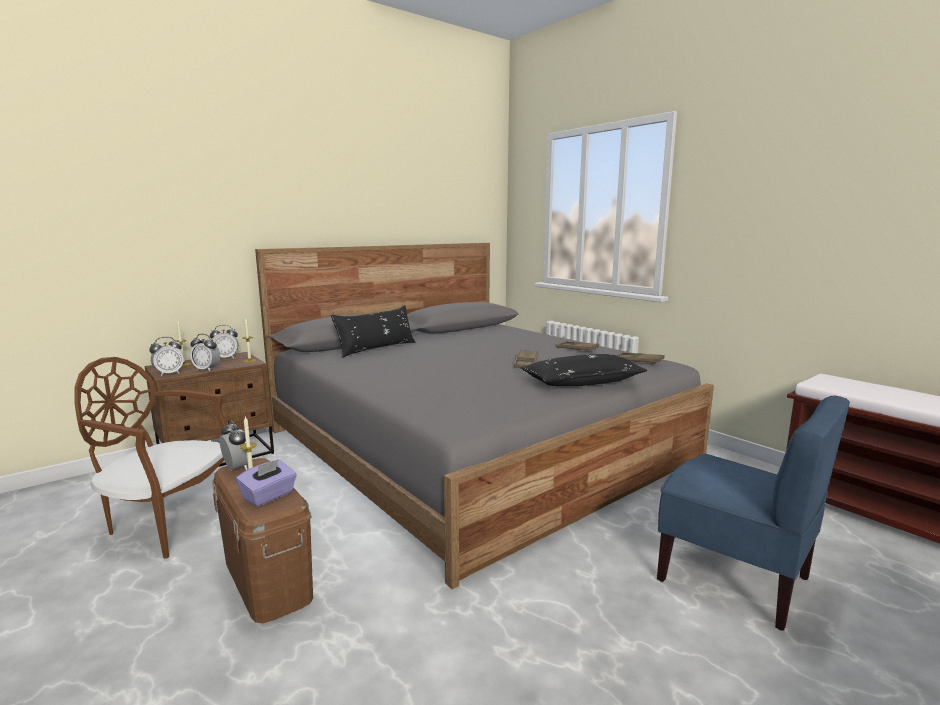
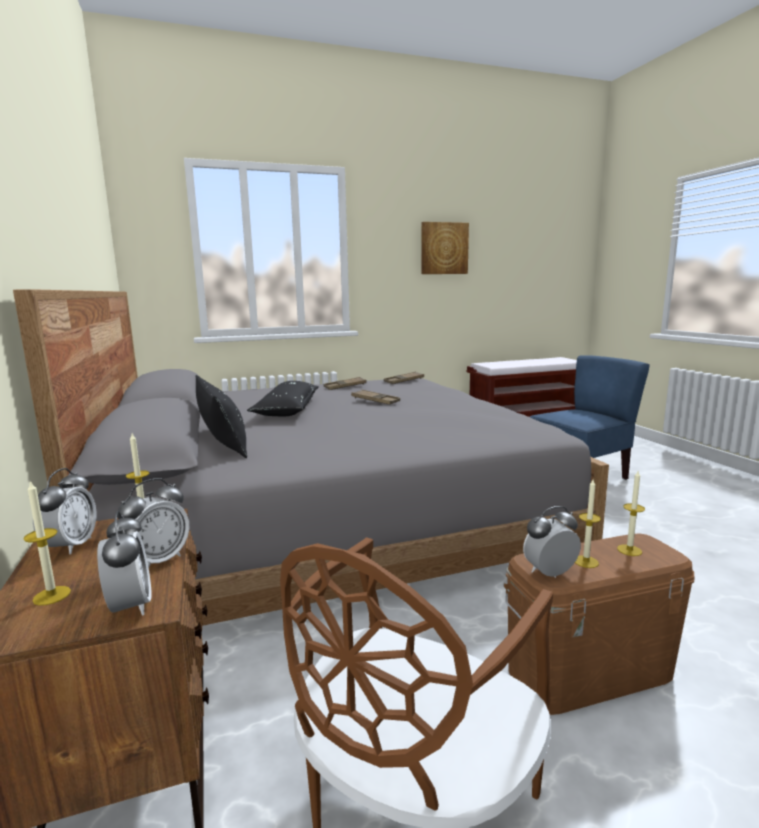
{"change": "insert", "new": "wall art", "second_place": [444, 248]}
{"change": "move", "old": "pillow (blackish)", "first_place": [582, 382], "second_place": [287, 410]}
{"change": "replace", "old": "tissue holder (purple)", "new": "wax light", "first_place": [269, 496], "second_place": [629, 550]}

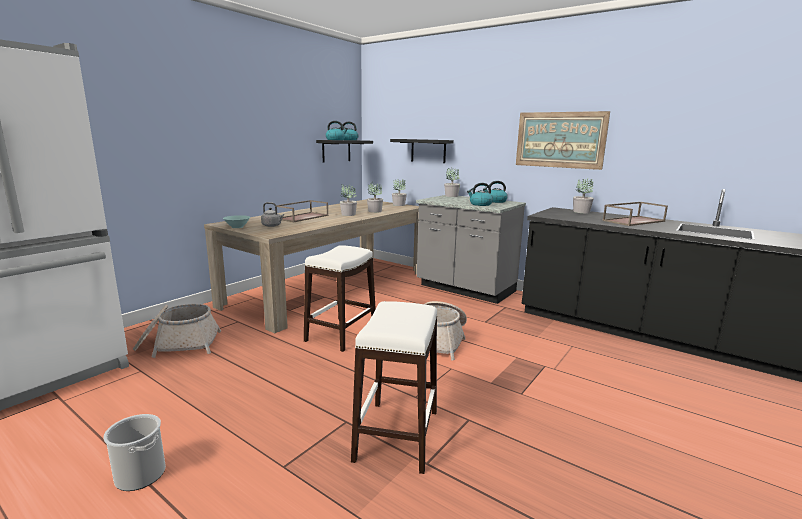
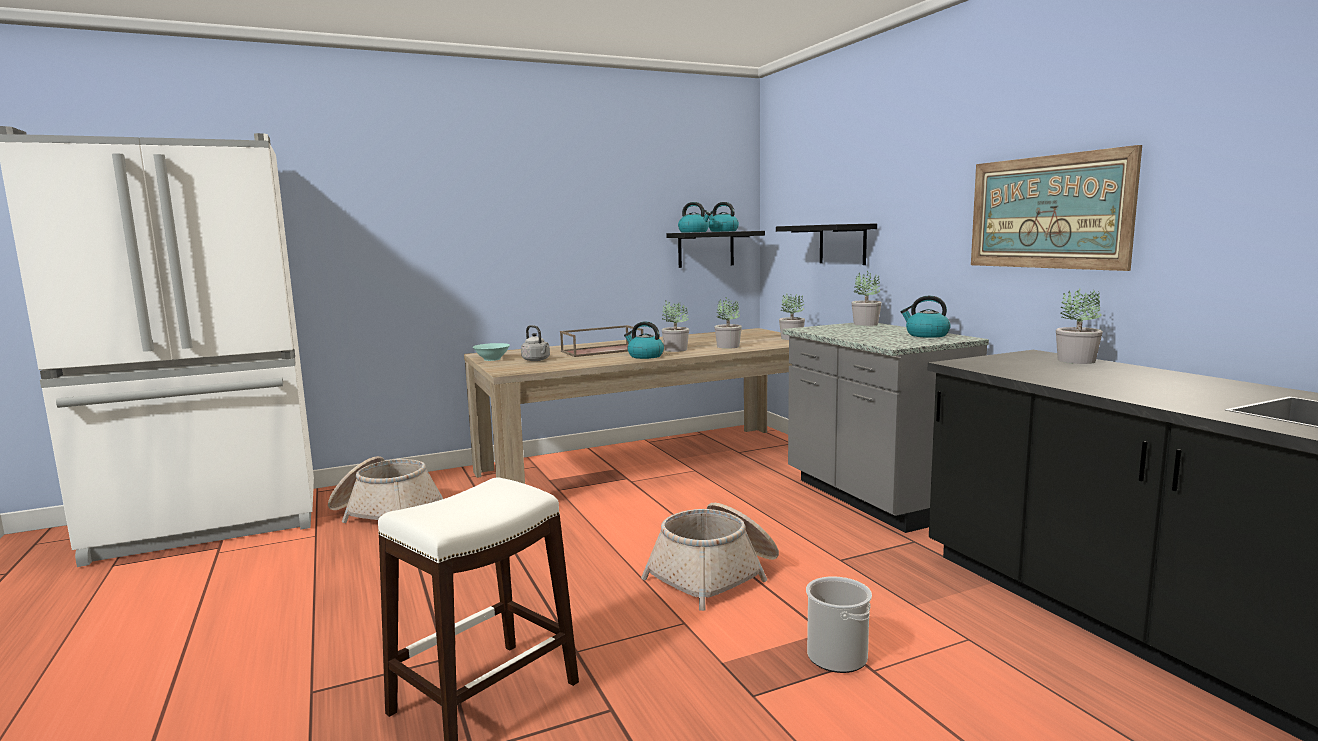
{"change": "delete", "old": "sitting stool (whitish)", "first_place": [342, 334]}
{"change": "delete", "old": "carrying tray (brown)", "first_place": [633, 221]}
{"change": "move", "old": "bucket", "first_place": [140, 475], "second_place": [836, 657]}
{"change": "move", "old": "water kettle", "first_place": [480, 204], "second_place": [645, 356]}

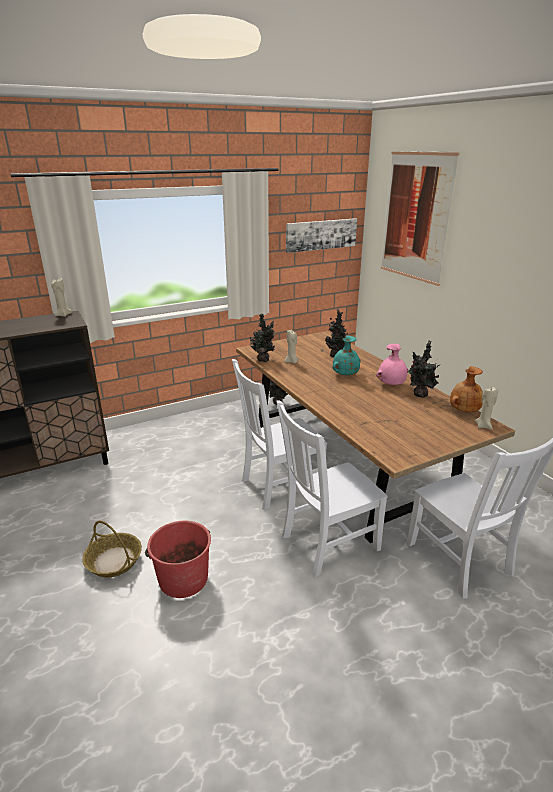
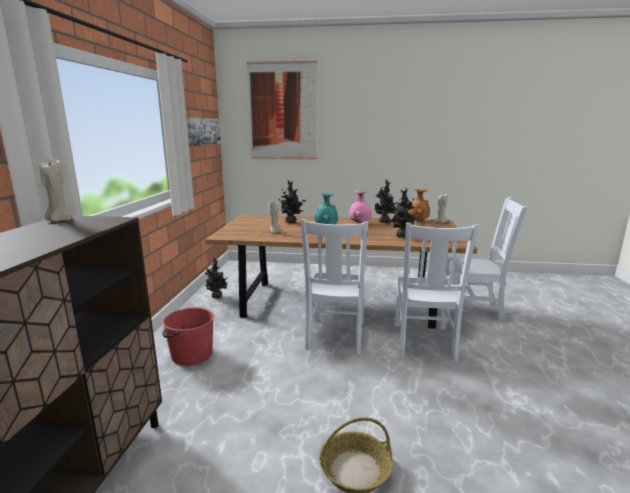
{"change": "move", "old": "bucket (red-coloured)", "first_place": [183, 578], "second_place": [191, 355]}
{"change": "move", "old": "plant in a pot", "first_place": [263, 359], "second_place": [401, 236]}

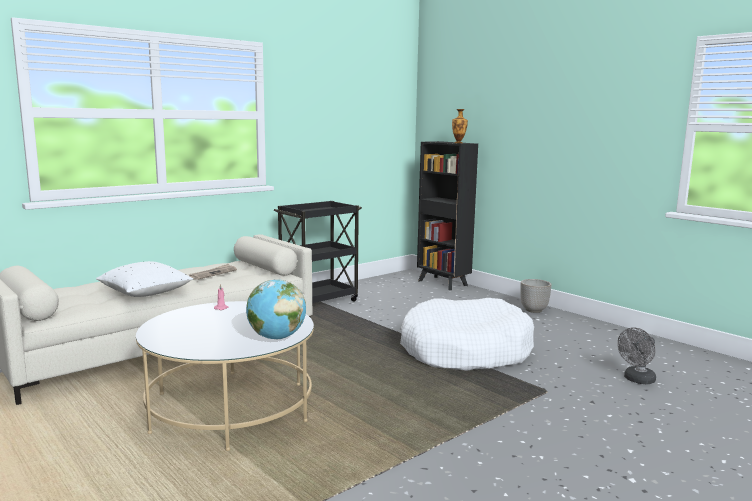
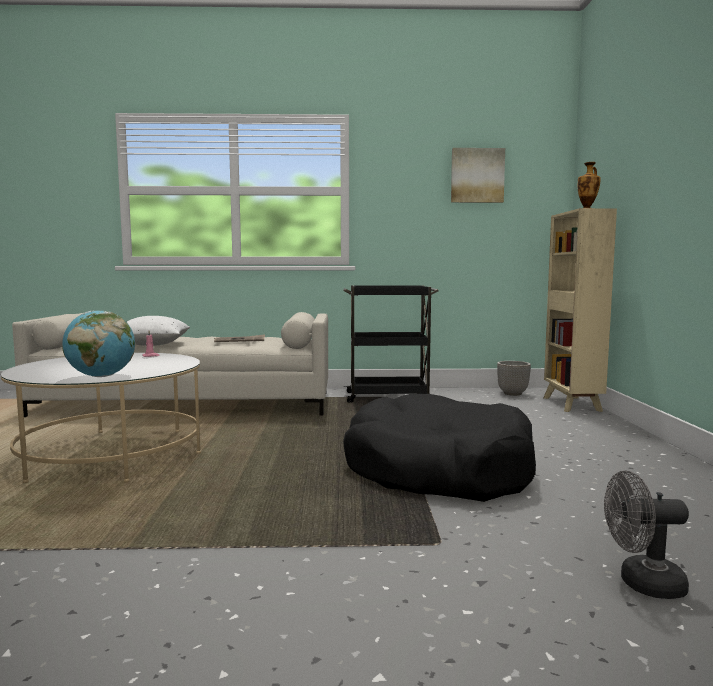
{"change": "insert", "new": "wall art", "second_place": [477, 175]}
{"change": "move", "old": "planter", "first_place": [534, 310], "second_place": [513, 394]}
{"change": "recolor", "old": "dog cushion (whitish)", "new": "dog cushion (blackish)", "first_place": [465, 351], "second_place": [437, 470]}
{"change": "recolor", "old": "bookshelf (blackish)", "new": "bookshelf (beige)", "first_place": [443, 283], "second_place": [572, 404]}

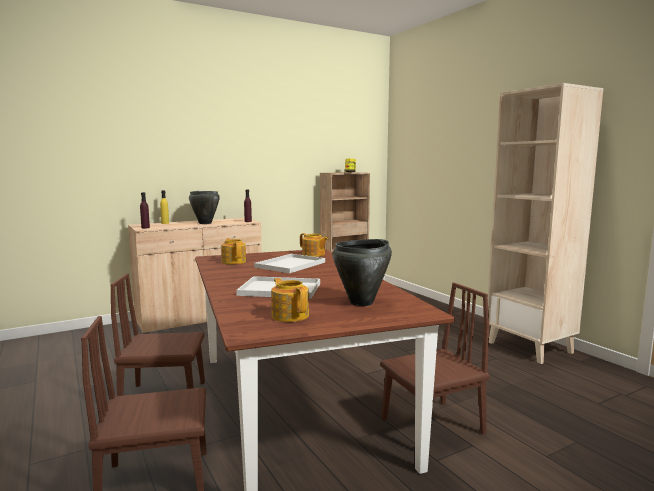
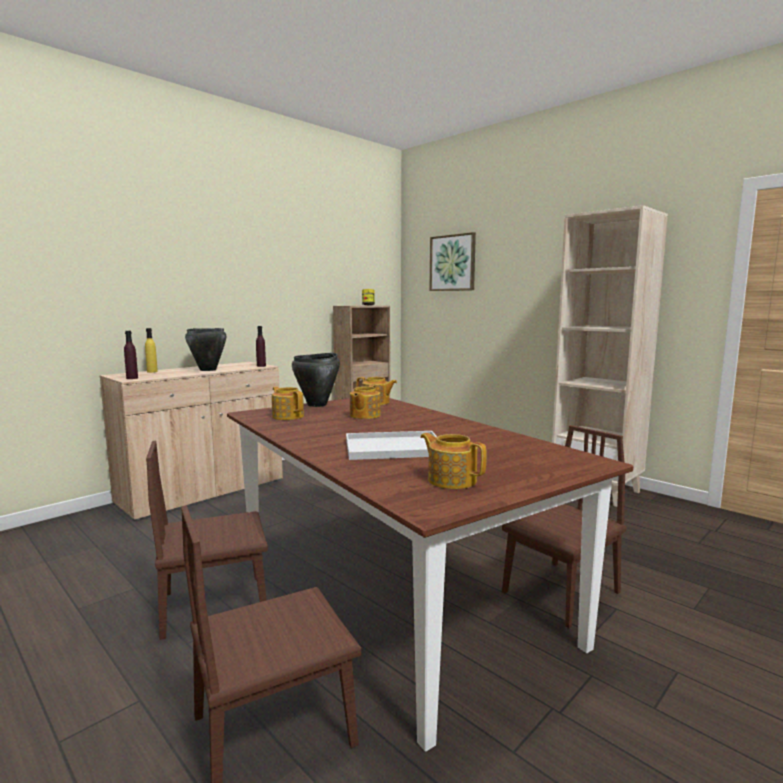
{"change": "insert", "new": "wall art", "second_place": [452, 263]}
{"change": "move", "old": "saucepot (blackish)", "first_place": [362, 303], "second_place": [317, 405]}
{"change": "replace", "old": "carrying tray (whitish)", "new": "pot for tea", "first_place": [290, 264], "second_place": [364, 415]}

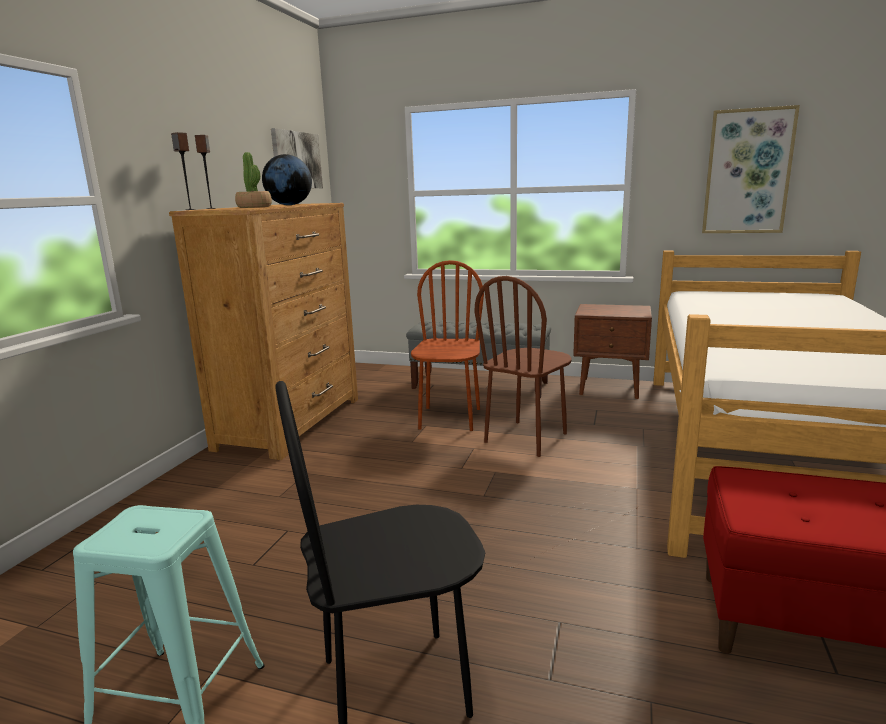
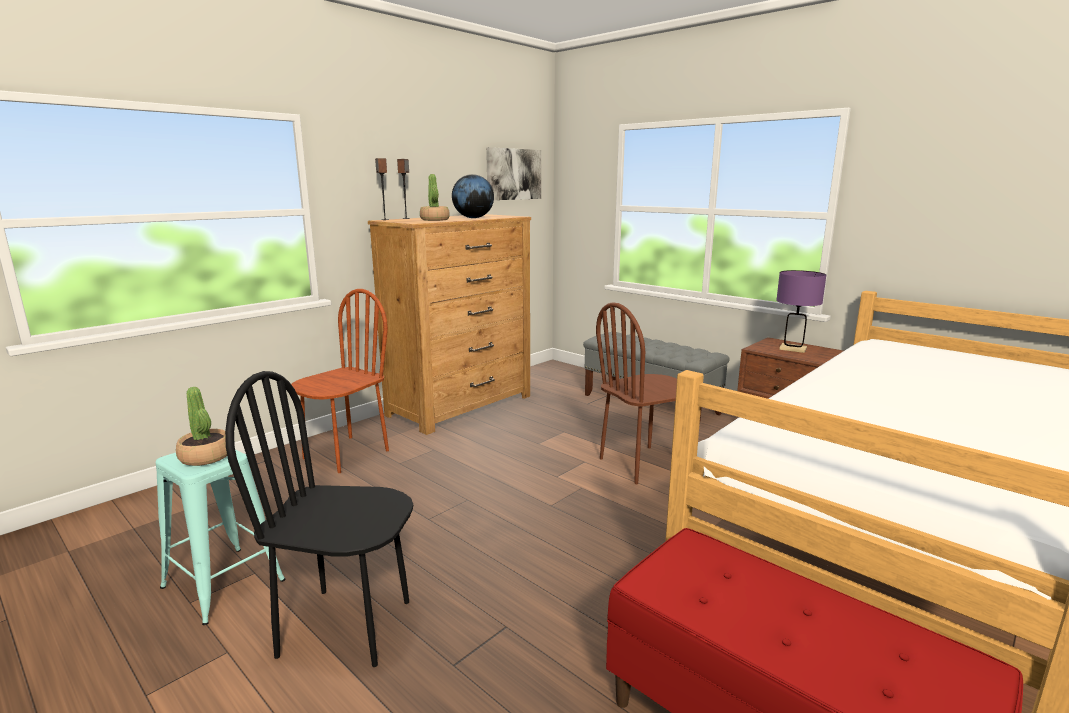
{"change": "delete", "old": "wall art", "first_place": [747, 172]}
{"change": "insert", "new": "plant in a pot", "second_place": [206, 457]}
{"change": "insert", "new": "lamp for a table (purple)", "second_place": [792, 349]}
{"change": "move", "old": "plain chair (brown)", "first_place": [449, 418], "second_place": [346, 454]}

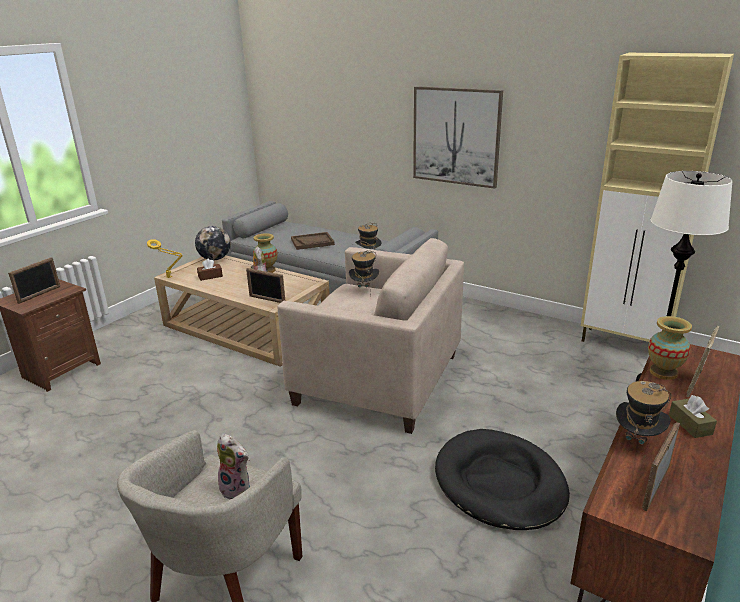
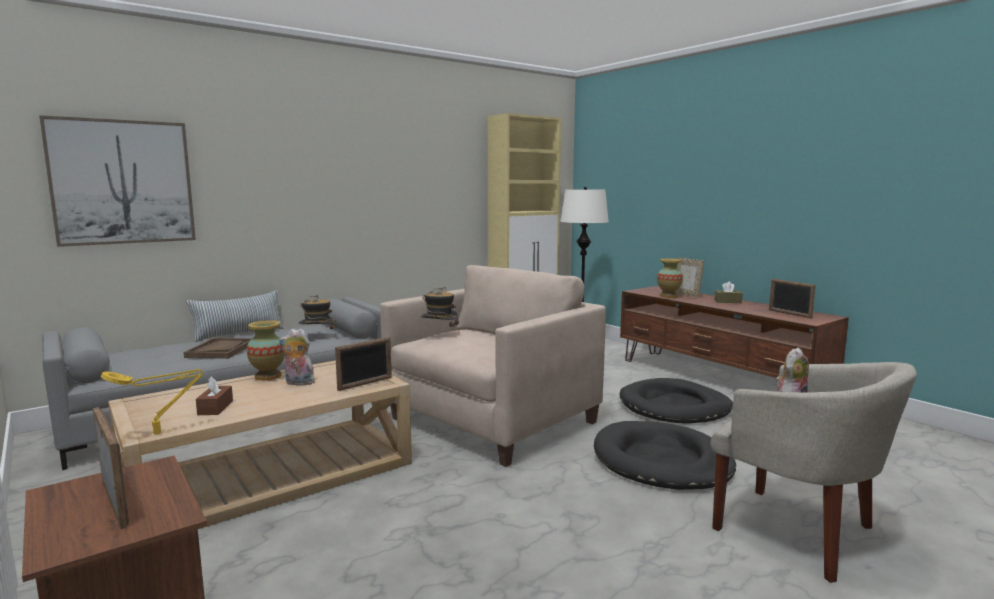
{"change": "delete", "old": "world globe", "first_place": [215, 259]}
{"change": "delete", "old": "wearable hat", "first_place": [637, 441]}
{"change": "insert", "new": "pillow", "second_place": [239, 334]}
{"change": "insert", "new": "dog cushion (blackish)", "second_place": [661, 461]}
{"change": "move", "old": "wall art", "first_place": [456, 136], "second_place": [122, 182]}

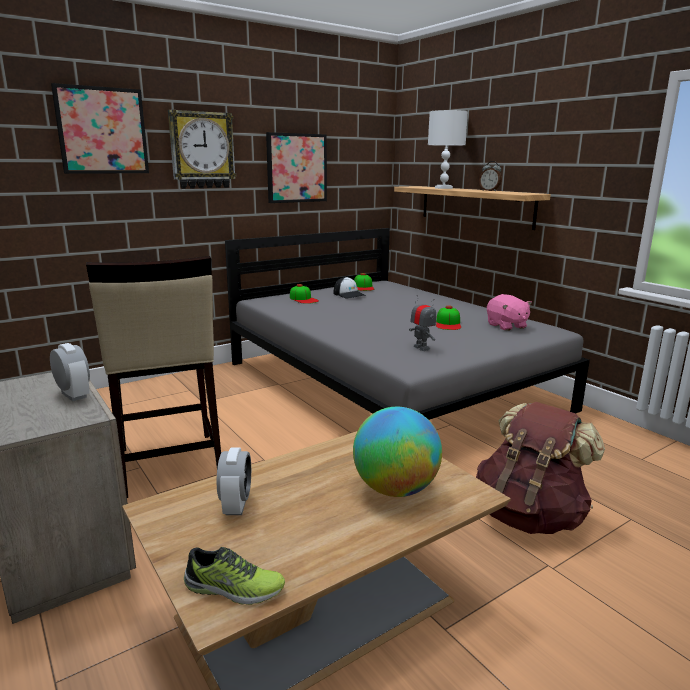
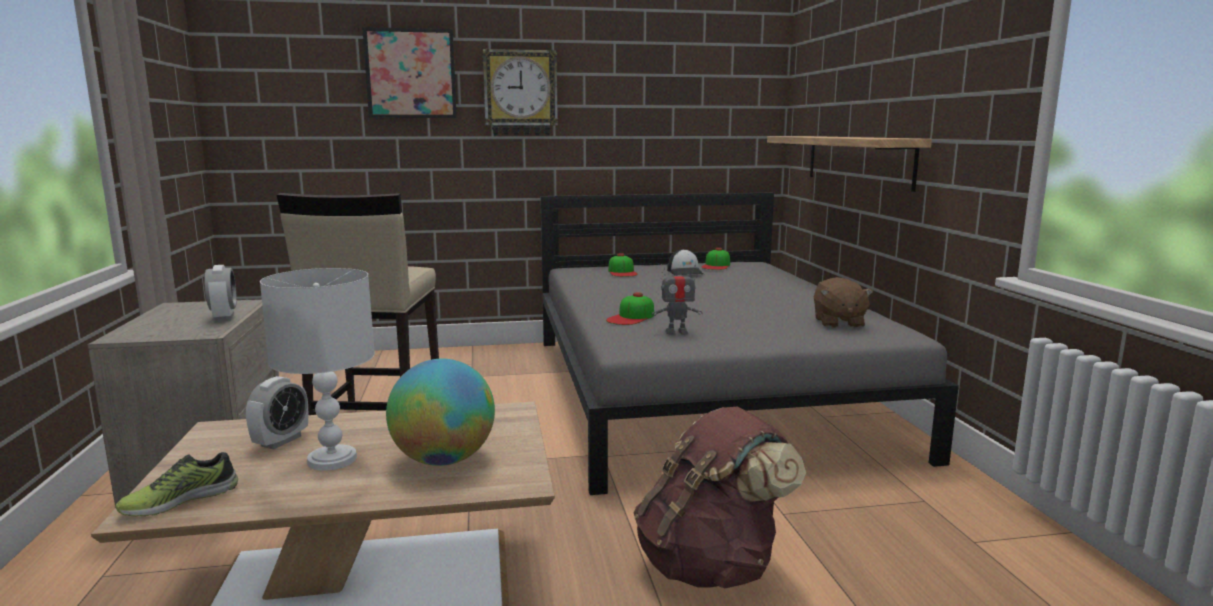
{"change": "delete", "old": "wall art", "first_place": [296, 168]}
{"change": "delete", "old": "bedside clock", "first_place": [489, 191]}
{"change": "move", "old": "lamp for a table (whitish)", "first_place": [444, 188], "second_place": [333, 460]}
{"change": "move", "old": "peaked cap", "first_place": [448, 323], "second_place": [631, 317]}
{"change": "recolor", "old": "soft toy (pink-coloured)", "new": "soft toy (brown)", "first_place": [506, 326], "second_place": [838, 323]}
{"change": "rotate", "old": "shoe", "first_place": [233, 589], "second_place": [180, 500], "degrees": 105}
{"change": "rotate", "old": "toy robot", "first_place": [421, 348], "second_place": [677, 332], "degrees": 90}

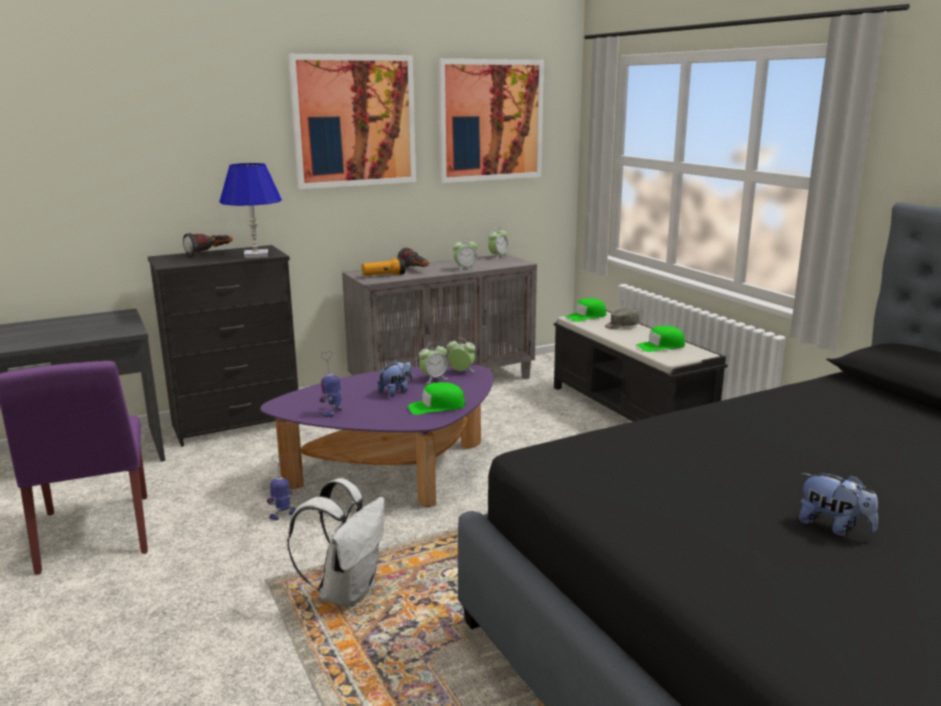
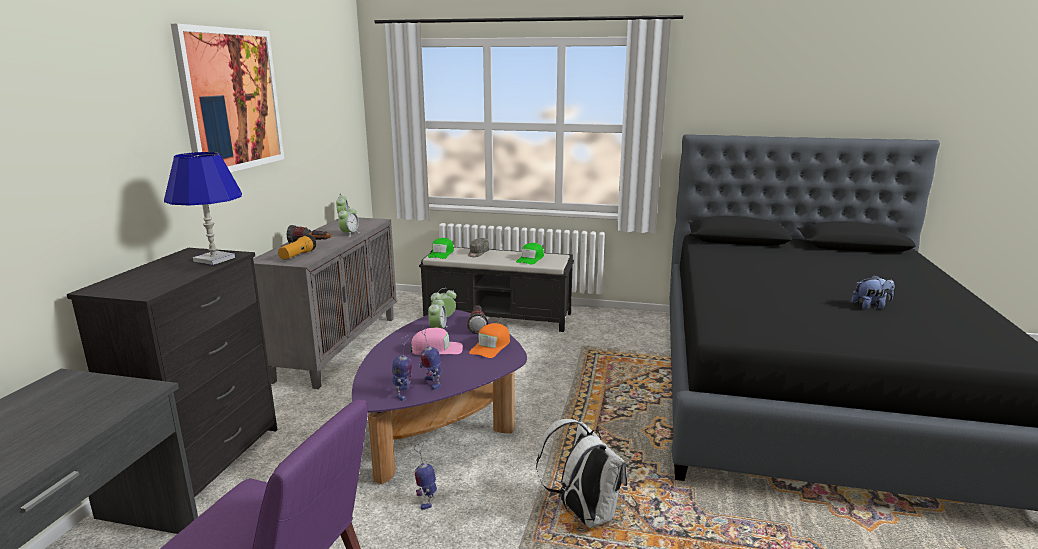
{"change": "delete", "old": "wall art", "first_place": [490, 120]}
{"change": "insert", "new": "toy robot", "second_place": [403, 394]}
{"change": "move", "old": "flashlight", "first_place": [210, 253], "second_place": [477, 326]}
{"change": "replace", "old": "soft toy", "new": "peaked cap (pink-coloured)", "first_place": [396, 392], "second_place": [437, 349]}
{"change": "recolor", "old": "peaked cap (green)", "new": "peaked cap (orange-coloured)", "first_place": [436, 407], "second_place": [491, 347]}

